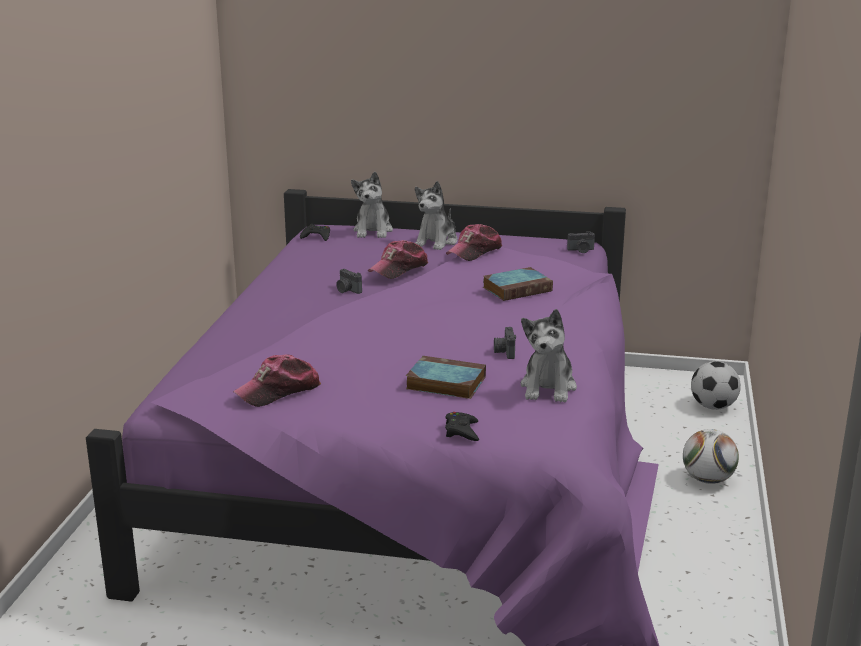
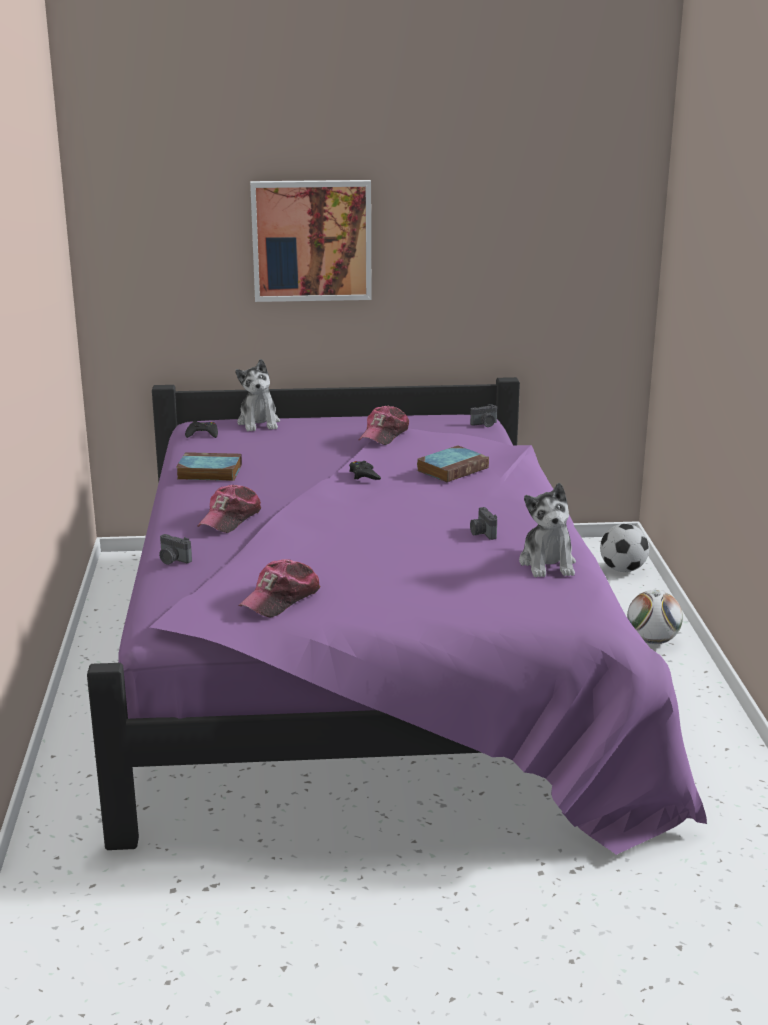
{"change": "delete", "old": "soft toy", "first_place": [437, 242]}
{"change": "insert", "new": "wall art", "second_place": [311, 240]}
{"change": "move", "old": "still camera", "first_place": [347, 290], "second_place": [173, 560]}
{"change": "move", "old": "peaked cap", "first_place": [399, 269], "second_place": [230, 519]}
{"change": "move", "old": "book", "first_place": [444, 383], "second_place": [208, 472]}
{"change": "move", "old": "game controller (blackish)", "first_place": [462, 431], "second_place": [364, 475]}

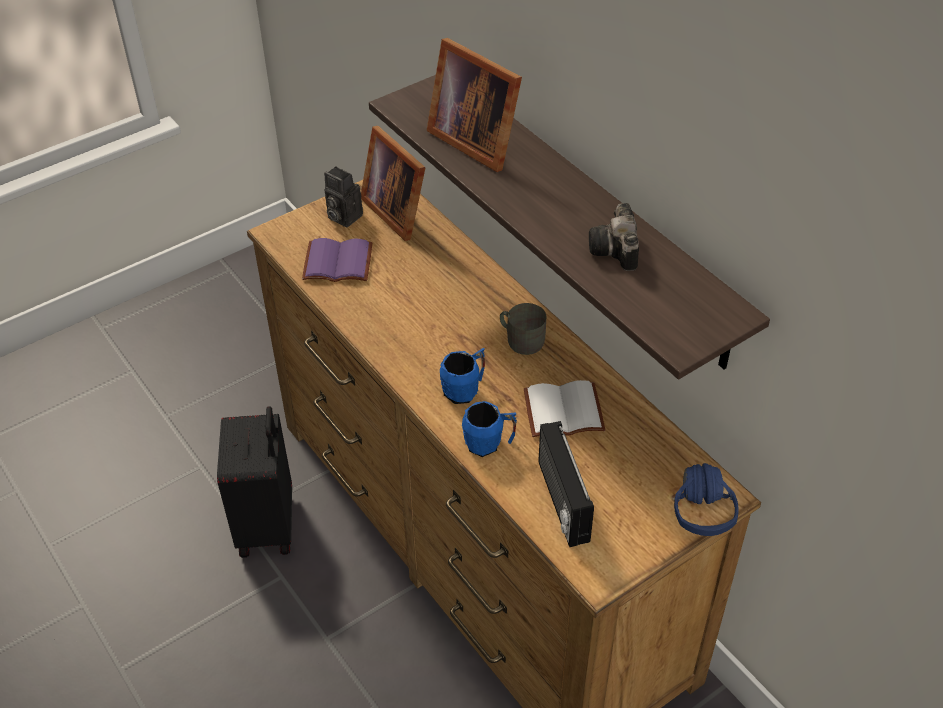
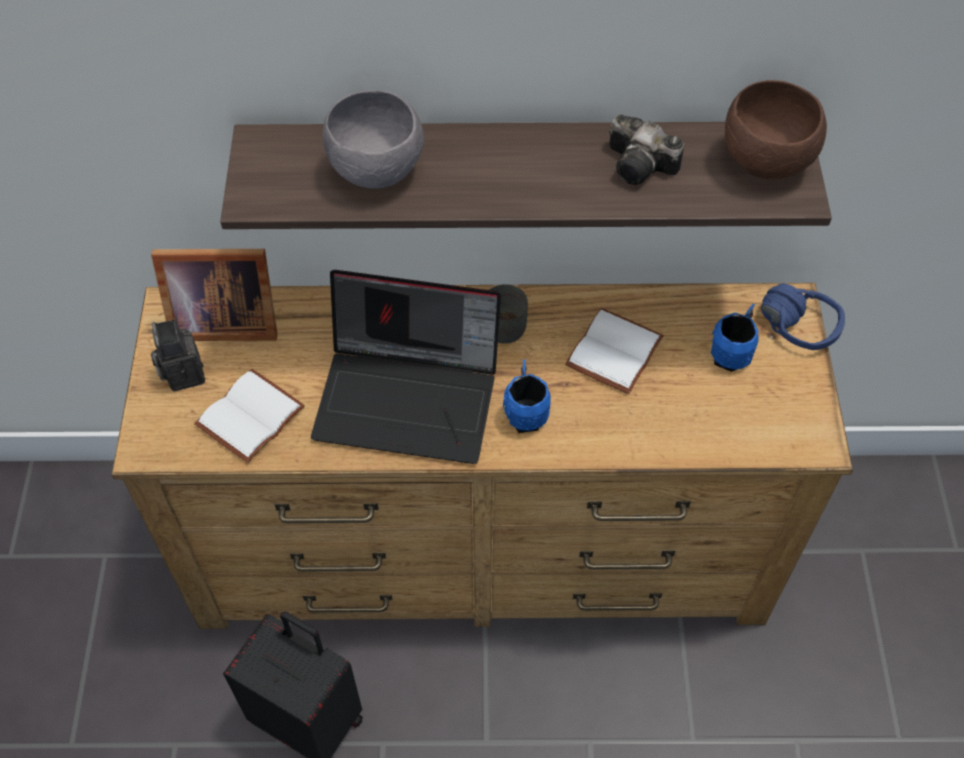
{"change": "delete", "old": "radio", "first_place": [561, 502]}
{"change": "insert", "new": "laptop", "second_place": [410, 396]}
{"change": "insert", "new": "bowl (brown)", "second_place": [766, 163]}
{"change": "move", "old": "mug (bluish)", "first_place": [489, 443], "second_place": [732, 352]}
{"change": "replace", "old": "photo frame", "new": "bowl (grey)", "first_place": [475, 140], "second_place": [378, 171]}
{"change": "recolor", "old": "book (purple)", "new": "book (whitish)", "first_place": [339, 261], "second_place": [249, 414]}
{"change": "rotate", "old": "still camera", "first_place": [342, 217], "second_place": [182, 373], "degrees": 90}

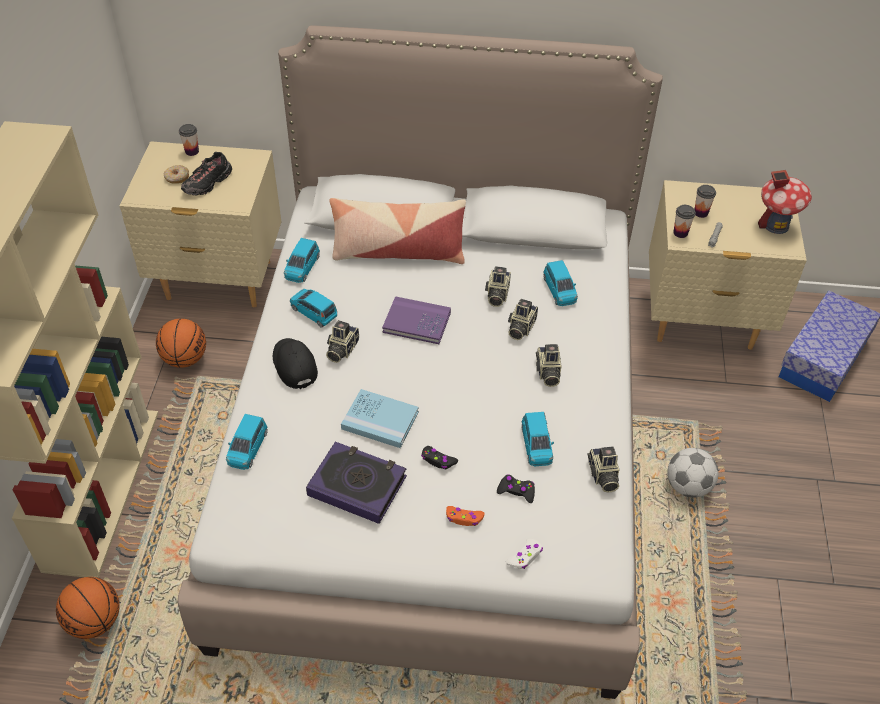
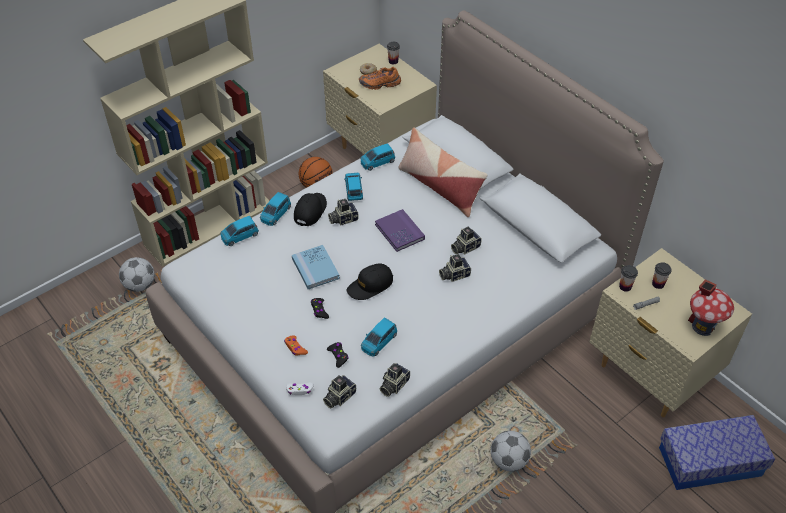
{"change": "delete", "old": "book", "first_place": [357, 486]}
{"change": "insert", "new": "peaked cap (blackish)", "second_place": [370, 285]}
{"change": "move", "old": "still camera", "first_place": [547, 373], "second_place": [338, 397]}
{"change": "move", "old": "model car (bluish)", "first_place": [559, 290], "second_place": [276, 214]}
{"change": "replace", "old": "basketball ball", "new": "football", "first_place": [94, 622], "second_place": [140, 285]}
{"change": "recolor", "old": "shoe (blackish)", "new": "shoe (orange-coloured)", "first_place": [208, 183], "second_place": [380, 84]}

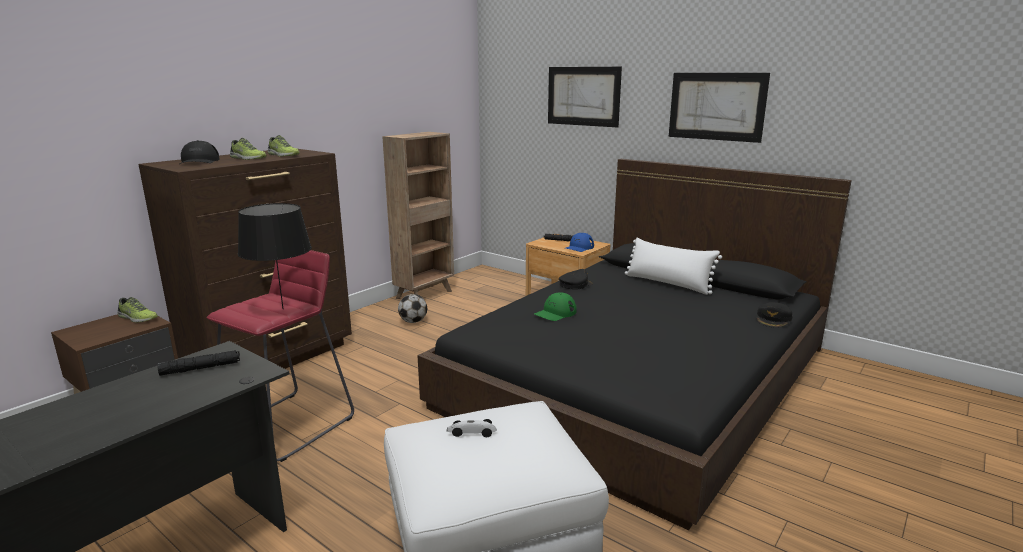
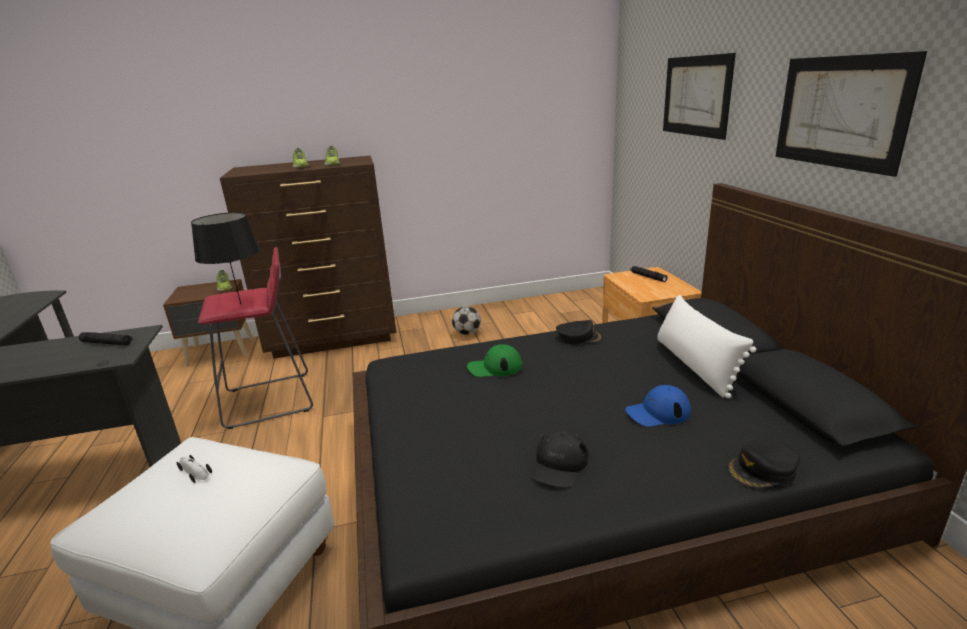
{"change": "delete", "old": "bookshelf (brown)", "first_place": [425, 294]}
{"change": "move", "old": "peaked cap (blackish)", "first_place": [199, 161], "second_place": [559, 464]}
{"change": "move", "old": "peaked cap (bluish)", "first_place": [579, 247], "second_place": [657, 412]}

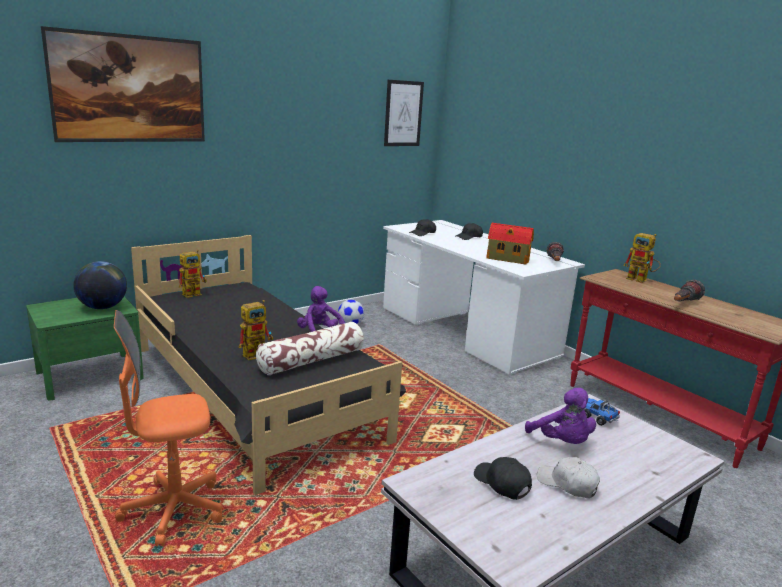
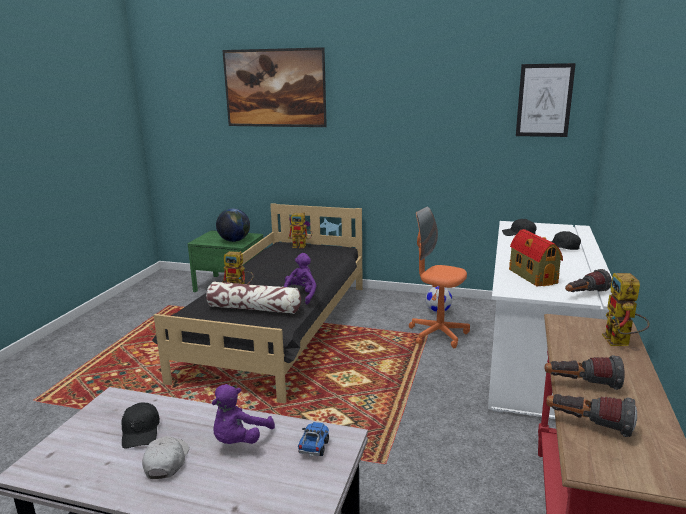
{"change": "insert", "new": "flashlight", "second_place": [588, 425]}
{"change": "move", "old": "office chair (orange-coloured)", "first_place": [173, 510], "second_place": [438, 334]}
{"change": "rotate", "old": "peaked cap (blackish)", "first_place": [502, 483], "second_place": [141, 432], "degrees": 150}

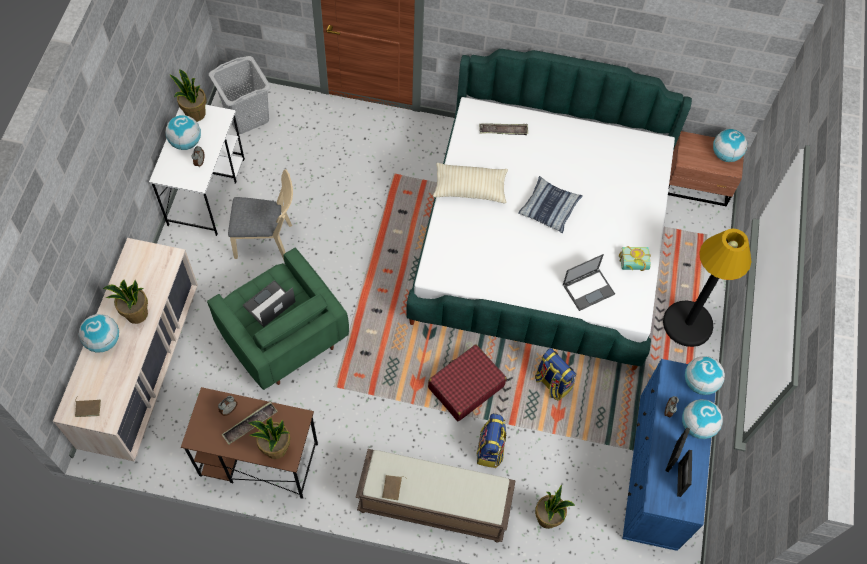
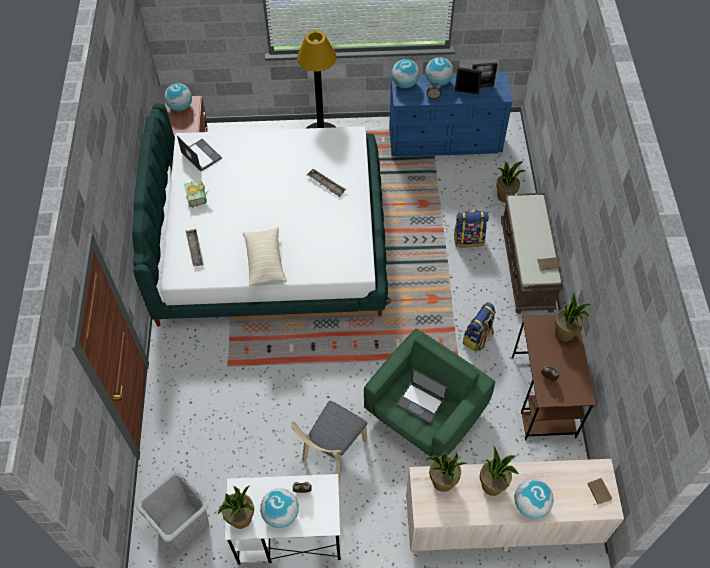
{"change": "delete", "old": "suitcase (red-coloured)", "first_place": [465, 387]}
{"change": "delete", "old": "pillow", "first_place": [549, 208]}
{"change": "insert", "new": "plant in a pot", "second_place": [443, 482]}
{"change": "move", "old": "carrying tray", "first_place": [250, 424], "second_place": [326, 184]}
{"change": "move", "old": "backpack", "first_place": [552, 383], "second_place": [478, 338]}
{"change": "move", "old": "laptop", "first_place": [589, 289], "second_place": [201, 155]}
{"change": "move", "old": "book", "first_place": [633, 265], "second_place": [199, 197]}
{"change": "rotate", "old": "plain chair (beige)", "first_place": [268, 241], "second_place": [332, 454], "degrees": -135}

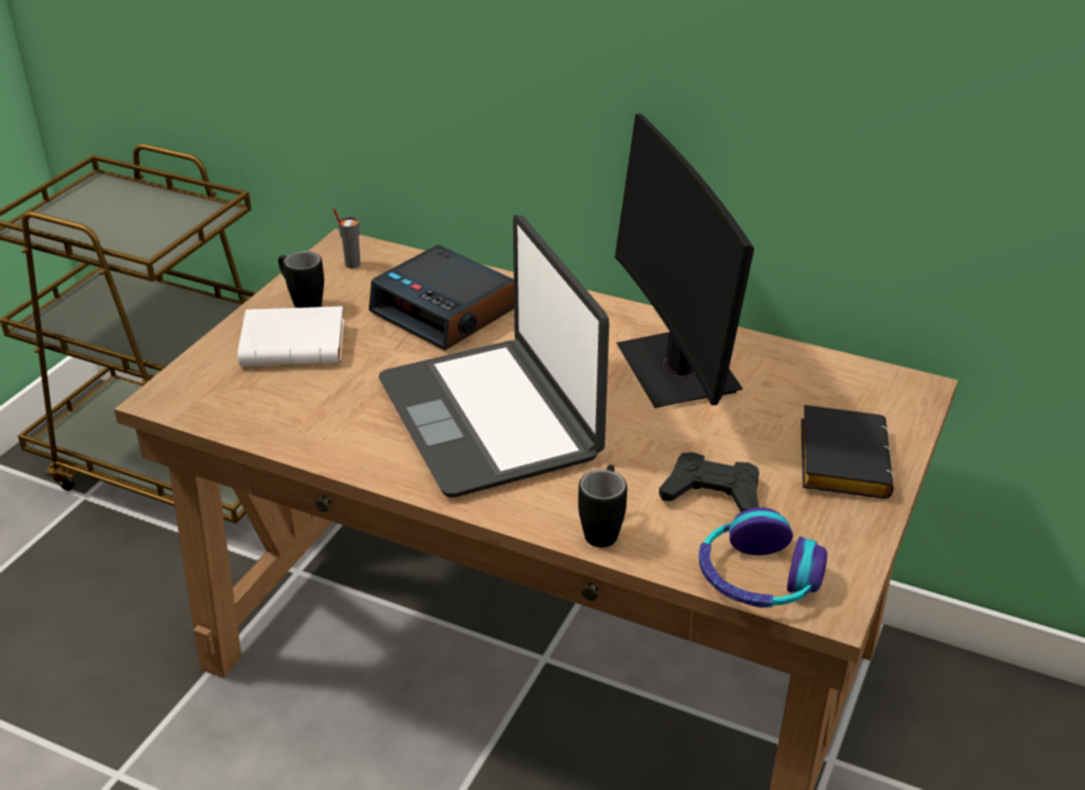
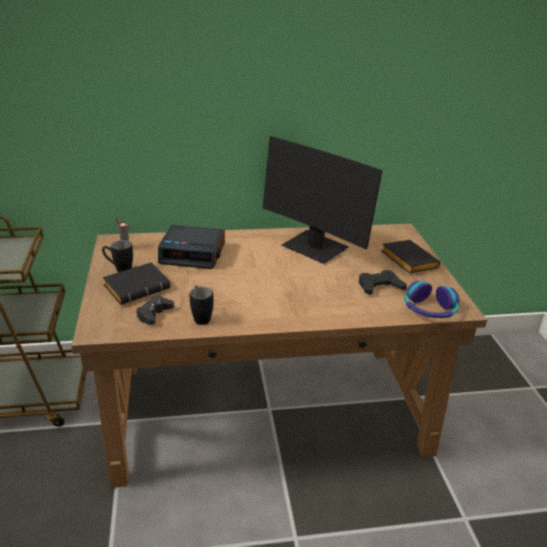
{"change": "delete", "old": "laptop", "first_place": [491, 418]}
{"change": "insert", "new": "game controller (blackish)", "second_place": [154, 314]}
{"change": "move", "old": "mug (blackish)", "first_place": [603, 528], "second_place": [200, 317]}
{"change": "recolor", "old": "book (whitish)", "new": "book (blackish)", "first_place": [296, 344], "second_place": [138, 287]}

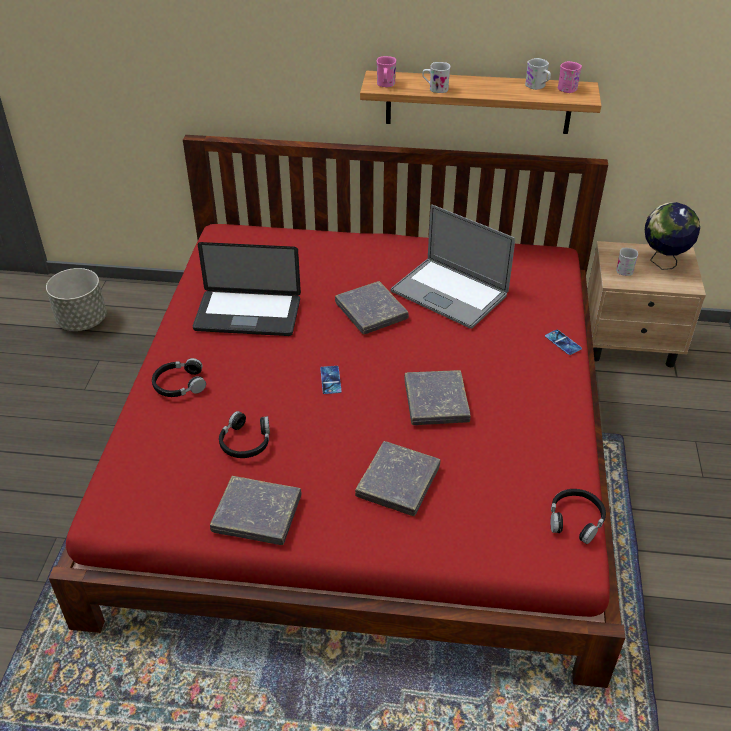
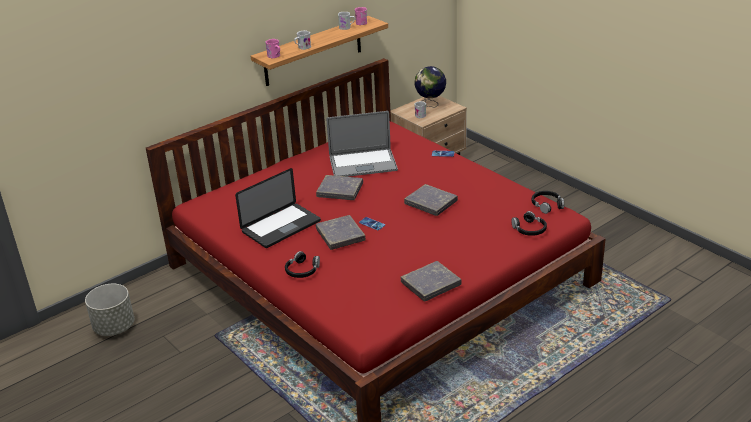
{"change": "move", "old": "pair of headphones (blackish)", "first_place": [246, 442], "second_place": [529, 229]}
{"change": "move", "old": "book (grey)", "first_place": [398, 482], "second_place": [340, 235]}

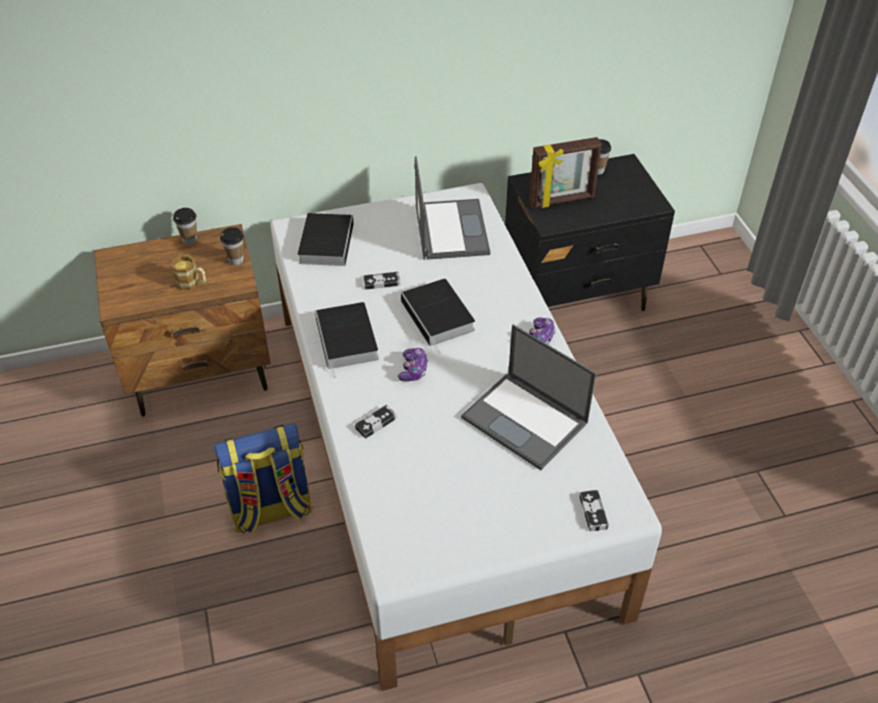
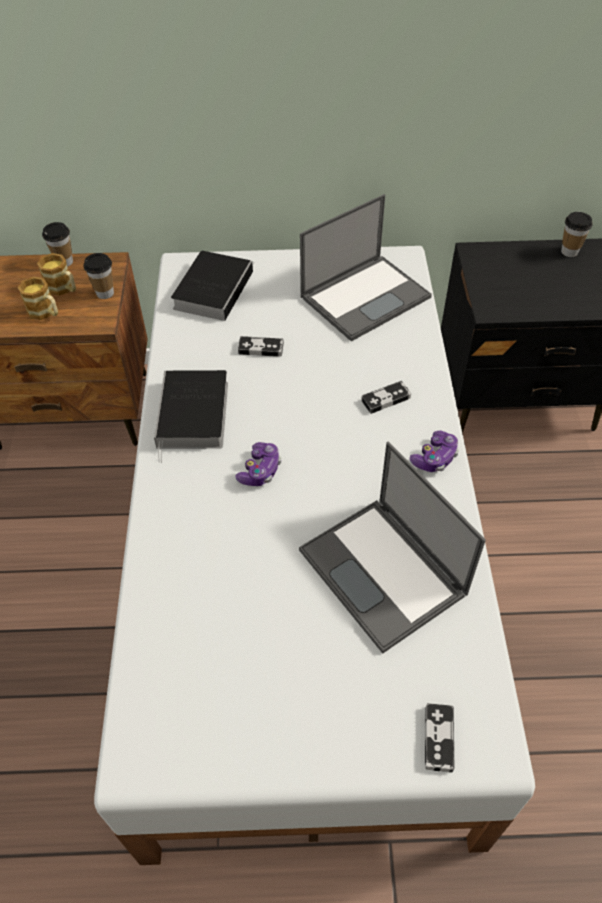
{"change": "delete", "old": "backpack", "first_place": [270, 510]}
{"change": "delete", "old": "book", "first_place": [439, 317]}
{"change": "delete", "old": "photo frame", "first_place": [562, 201]}
{"change": "insert", "new": "mug", "second_place": [63, 289]}
{"change": "move", "old": "game controller", "first_place": [376, 423], "second_place": [386, 399]}
{"change": "rotate", "old": "laptop", "first_place": [451, 229], "second_place": [366, 296], "degrees": 45}

